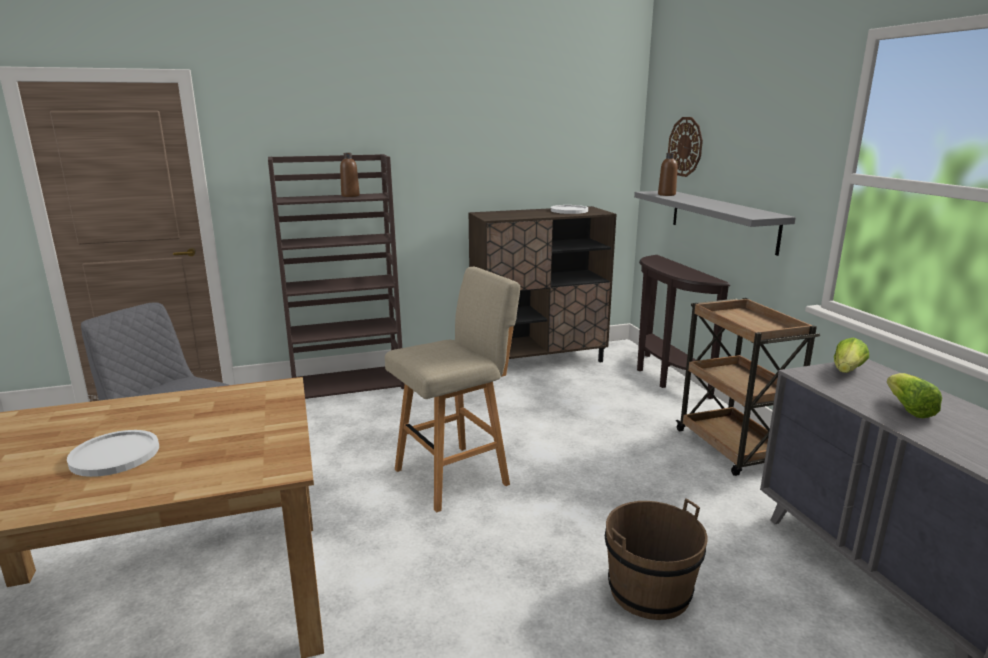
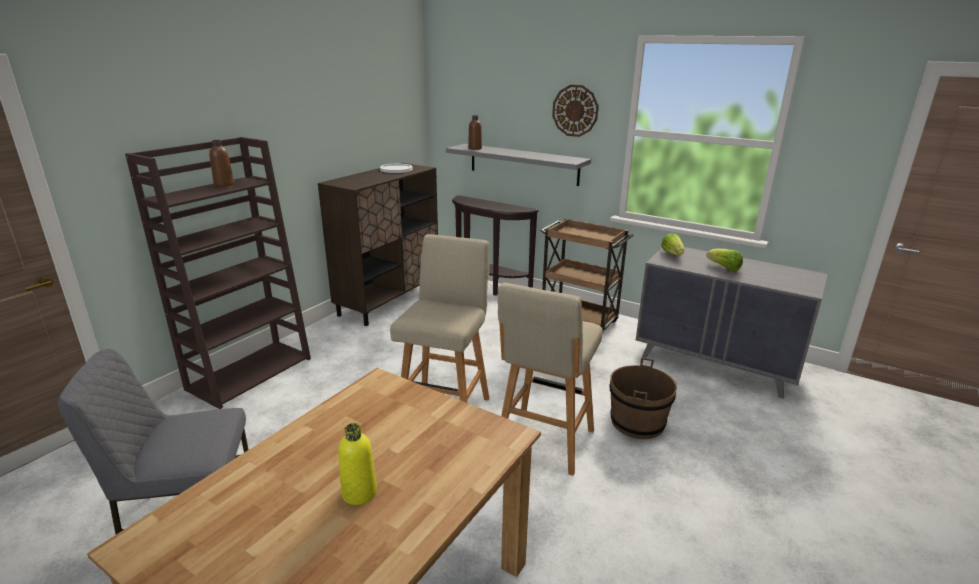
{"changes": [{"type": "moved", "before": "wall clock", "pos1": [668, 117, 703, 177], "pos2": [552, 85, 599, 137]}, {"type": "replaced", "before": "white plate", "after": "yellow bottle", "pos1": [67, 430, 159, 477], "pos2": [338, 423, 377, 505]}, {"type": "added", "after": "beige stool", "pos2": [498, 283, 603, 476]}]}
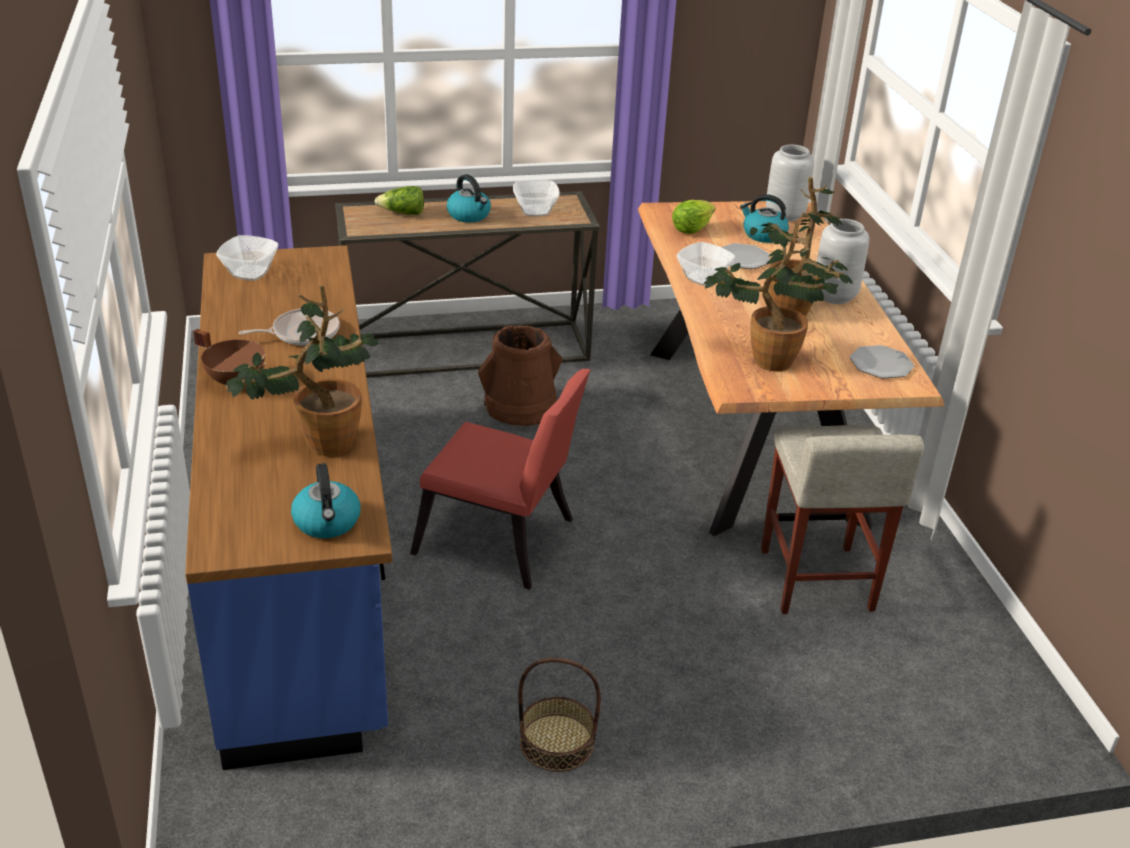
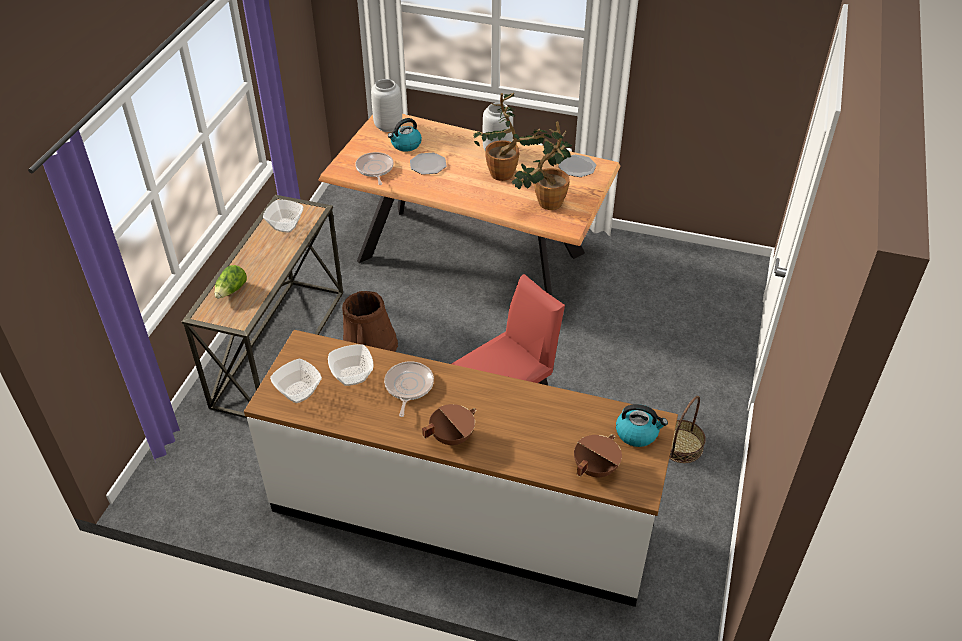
{"changes": [{"type": "removed", "before": "kettle", "pos1": [447, 174, 491, 222]}, {"type": "replaced", "before": "lettuce", "after": "frying pan", "pos1": [672, 200, 715, 234], "pos2": [355, 152, 394, 185]}, {"type": "moved", "before": "bowl", "pos1": [677, 242, 735, 286], "pos2": [328, 344, 374, 386]}, {"type": "recoloured", "before": "blue counter", "after": "white counter", "pos1": [185, 245, 392, 770], "pos2": [244, 330, 678, 607]}, {"type": "removed", "before": "potted plant", "pos1": [226, 285, 379, 456]}, {"type": "removed", "before": "beige stool", "pos1": [761, 425, 924, 614]}, {"type": "added", "after": "brown cooking pot", "pos2": [574, 434, 622, 477]}]}
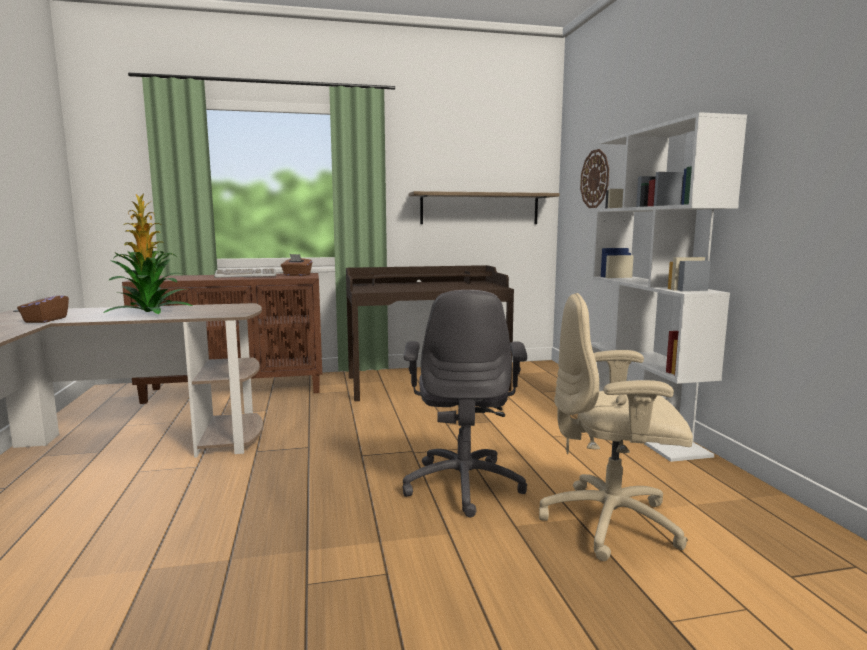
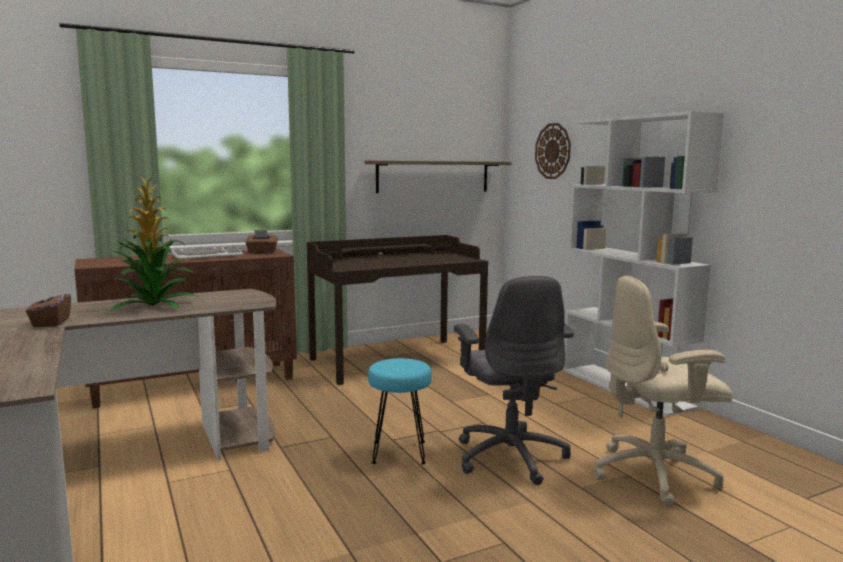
{"changes": [{"type": "added", "after": "turquoise stool", "pos2": [368, 358, 432, 464]}]}
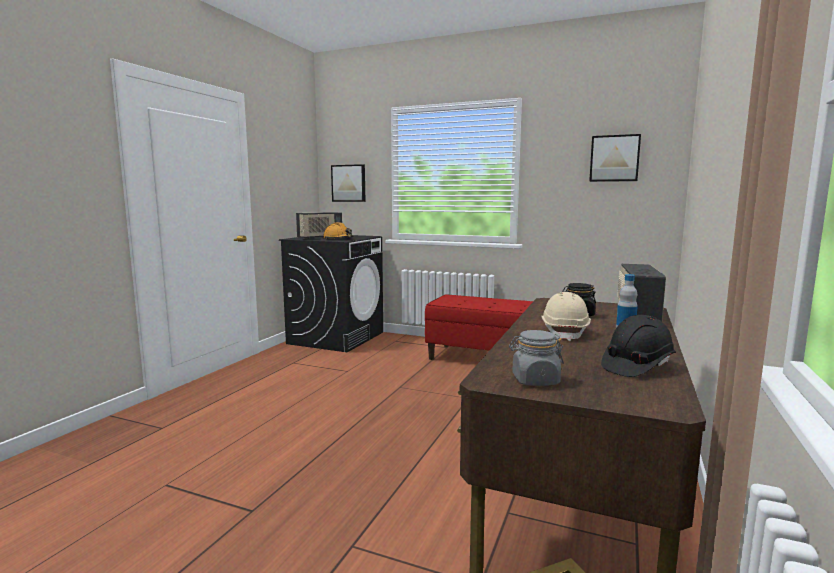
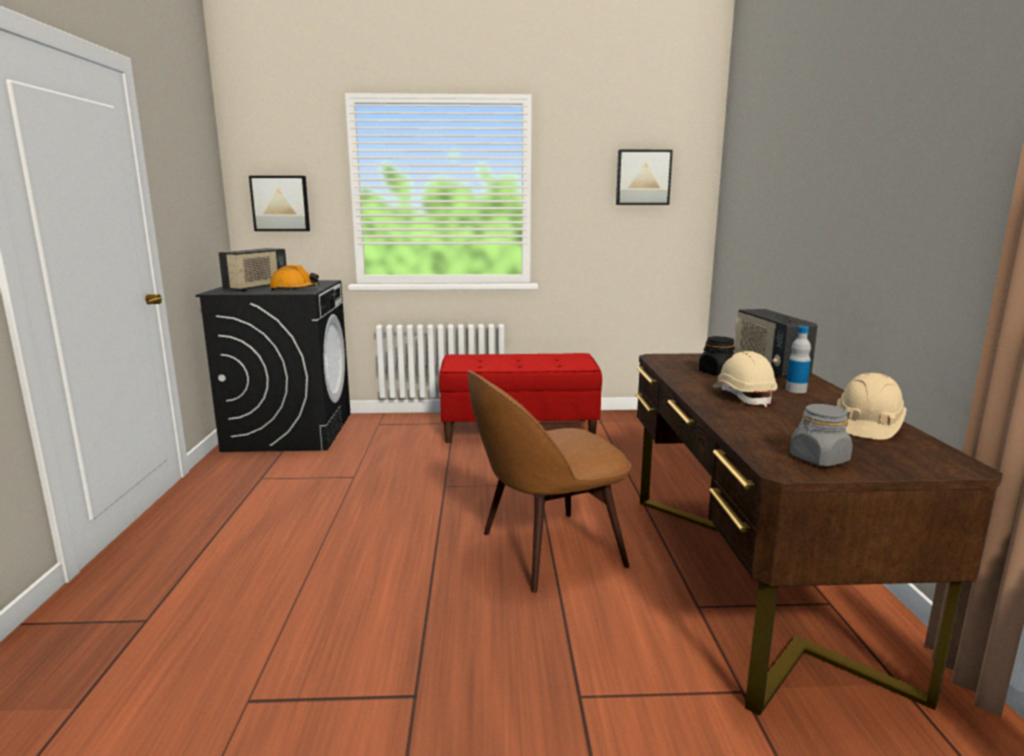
{"changes": [{"type": "recoloured", "before": "black hard hat", "after": "beige hard hat", "pos1": [601, 315, 676, 377], "pos2": [837, 373, 906, 440]}, {"type": "added", "after": "brown chair", "pos2": [467, 370, 631, 593]}]}
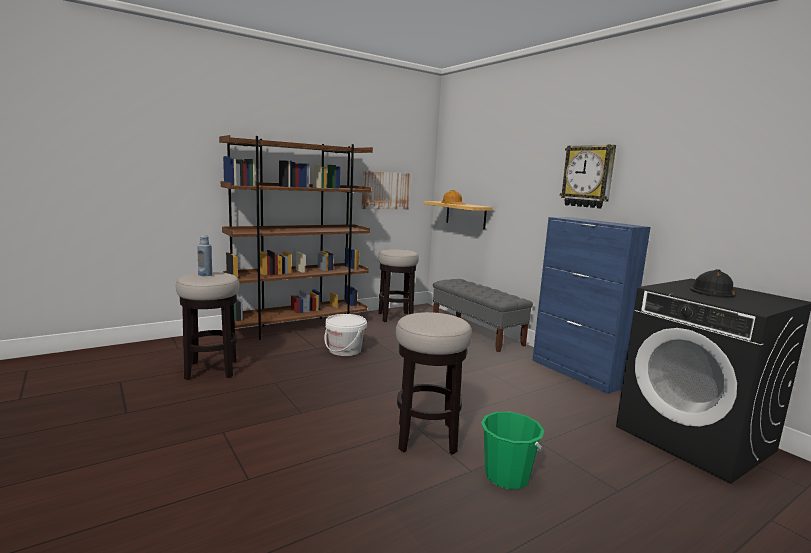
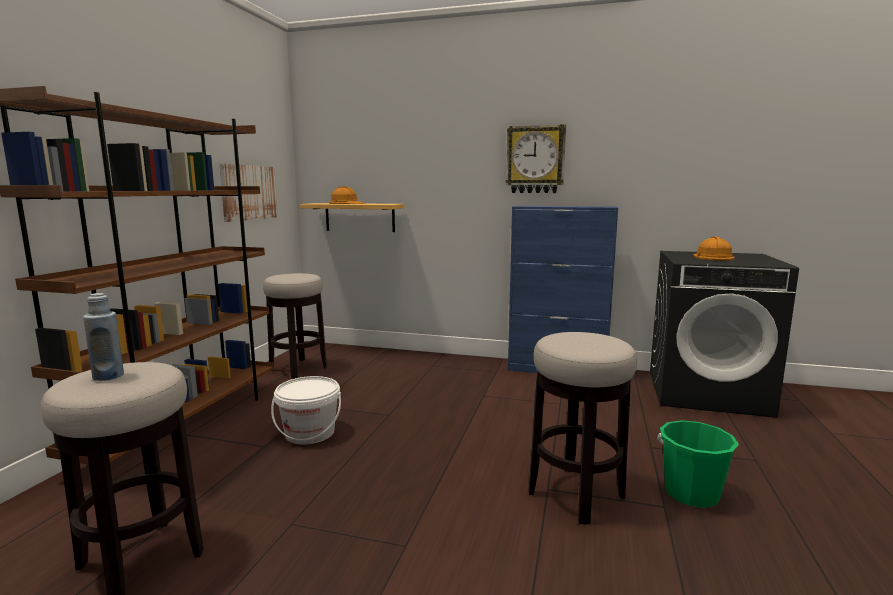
{"changes": [{"type": "recoloured", "before": "black hard hat", "after": "orange hard hat", "pos1": [690, 269, 736, 298], "pos2": [693, 236, 735, 261]}, {"type": "removed", "before": "grey bench", "pos1": [433, 279, 533, 352]}]}
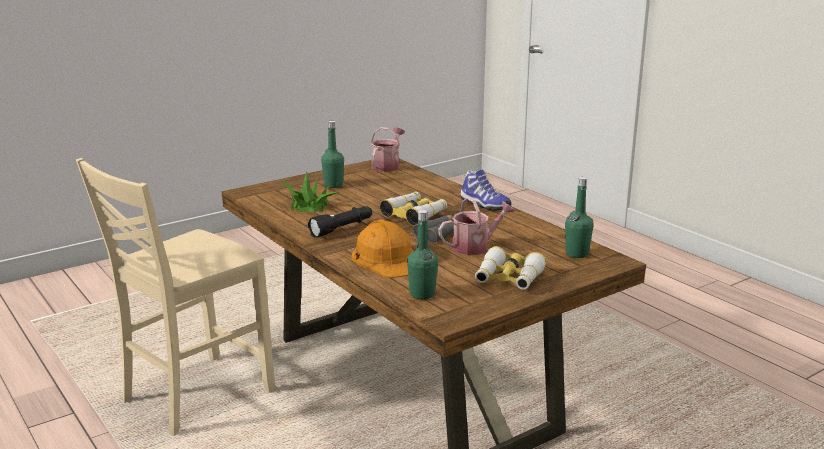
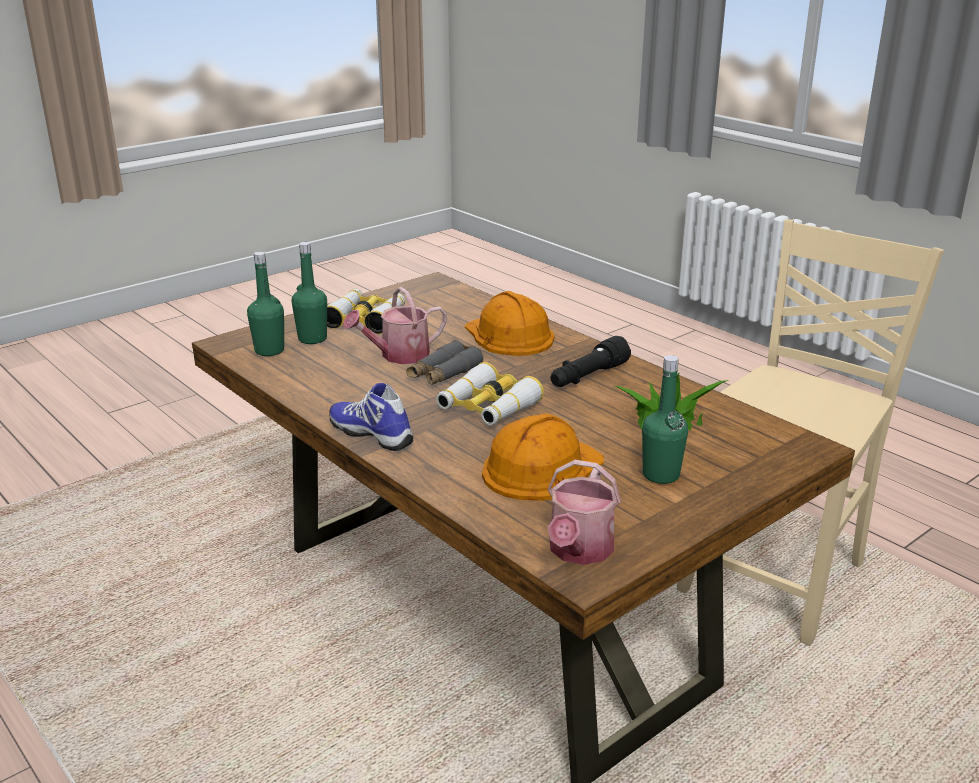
{"changes": [{"type": "moved", "before": "green bottle", "pos1": [407, 210, 438, 299], "pos2": [292, 242, 327, 344]}, {"type": "added", "after": "orange hard hat", "pos2": [482, 413, 604, 501]}]}
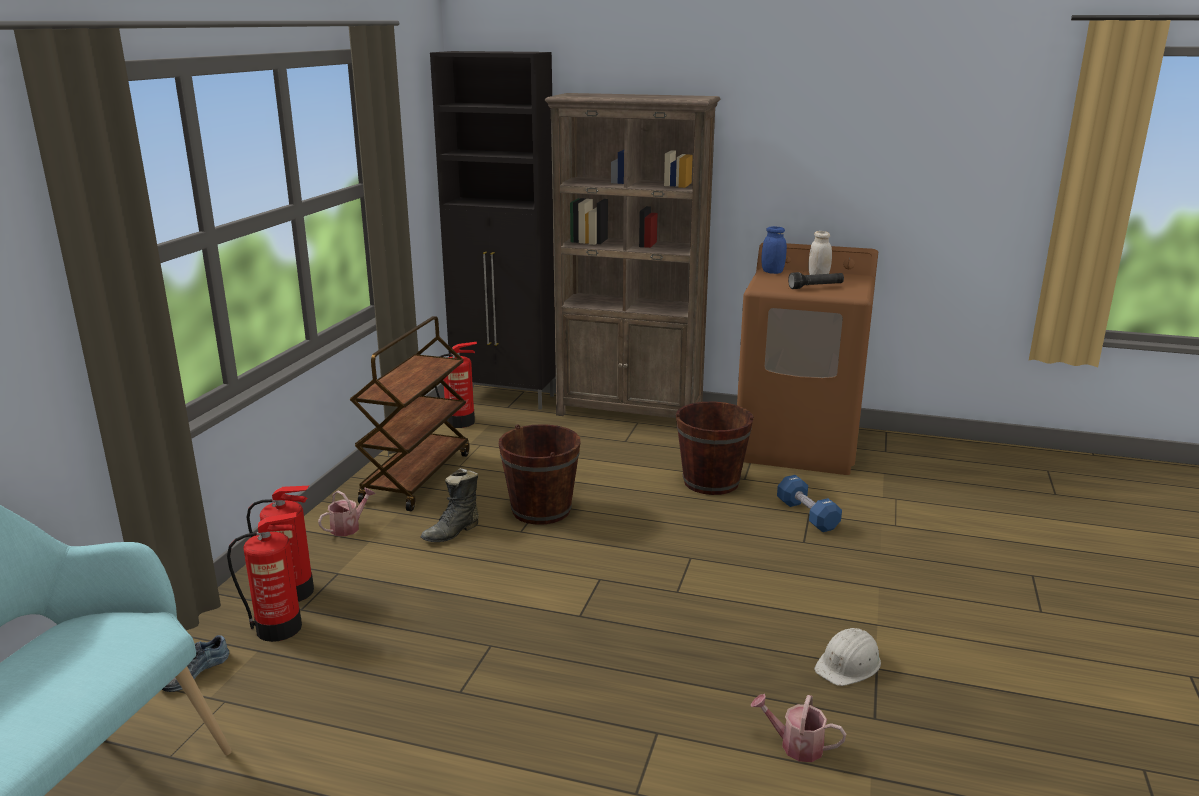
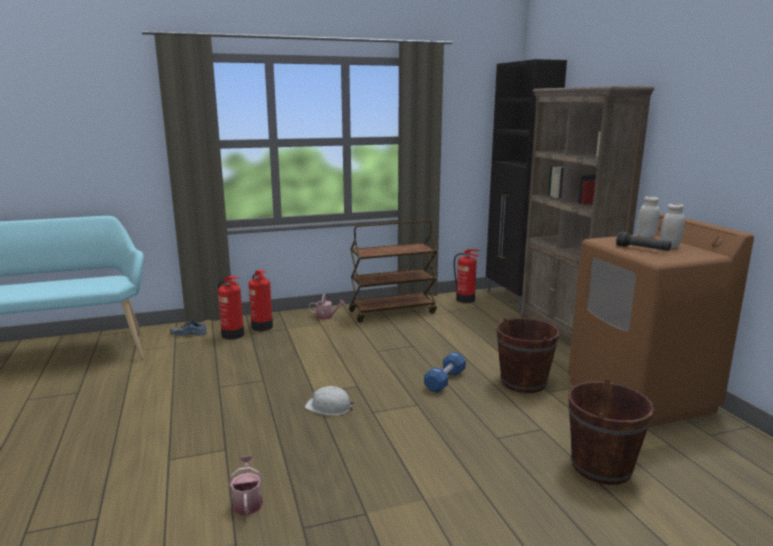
{"changes": [{"type": "recoloured", "before": "blue jar", "after": "white jar", "pos1": [761, 226, 787, 274], "pos2": [637, 196, 660, 238]}, {"type": "moved", "before": "brown bucket", "pos1": [499, 424, 581, 525], "pos2": [568, 379, 654, 485]}, {"type": "removed", "before": "black boot", "pos1": [420, 468, 479, 542]}, {"type": "moved", "before": "blue dumbbell", "pos1": [777, 475, 842, 532], "pos2": [424, 352, 466, 393]}, {"type": "moved", "before": "white hard hat", "pos1": [814, 628, 881, 686], "pos2": [305, 386, 355, 416]}]}
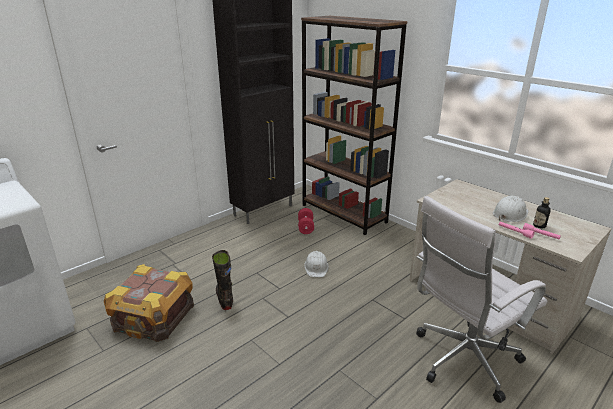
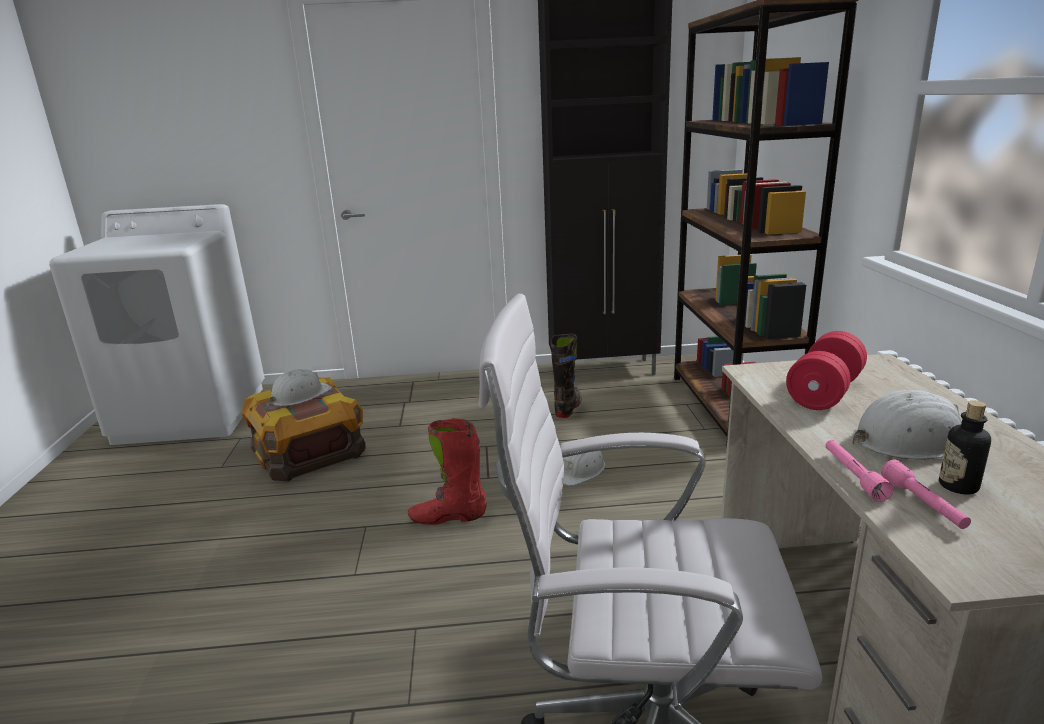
{"changes": [{"type": "moved", "before": "red dumbbell", "pos1": [298, 208, 314, 234], "pos2": [786, 331, 867, 410]}, {"type": "moved", "before": "black boot", "pos1": [212, 250, 233, 310], "pos2": [551, 334, 582, 418]}, {"type": "added", "after": "white hard hat", "pos2": [269, 369, 332, 406]}, {"type": "added", "after": "red boot", "pos2": [408, 418, 487, 525]}]}
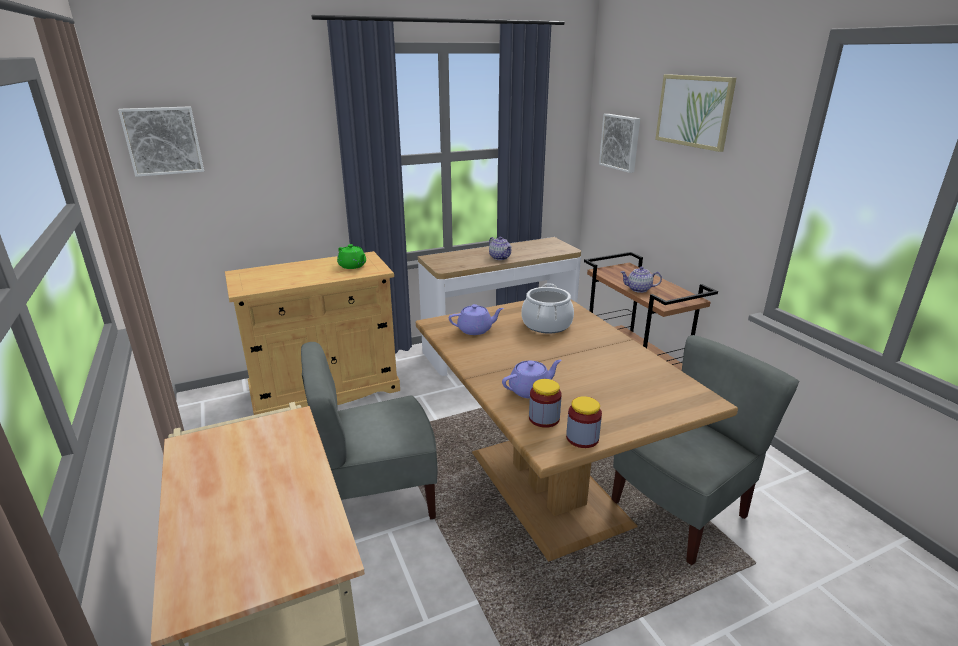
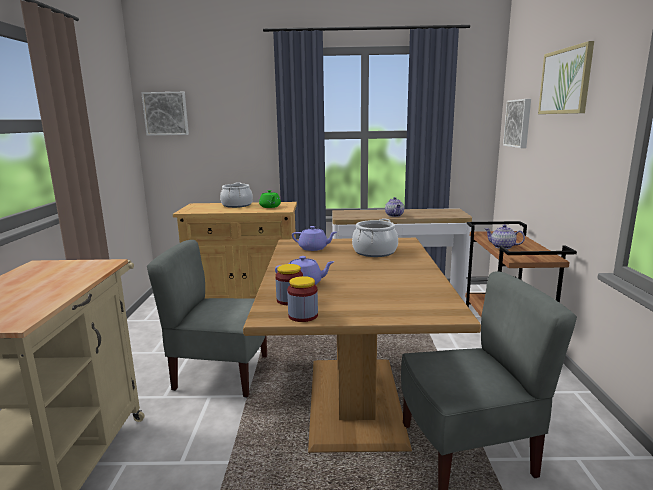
{"changes": [{"type": "added", "after": "cooking pot", "pos2": [220, 182, 253, 208]}]}
